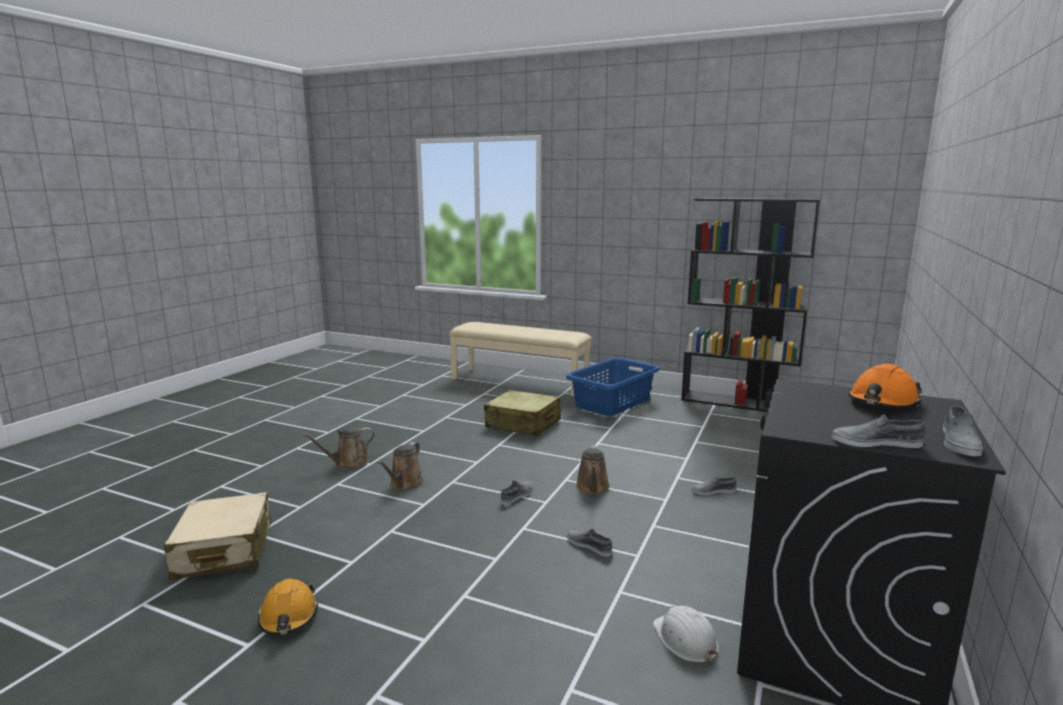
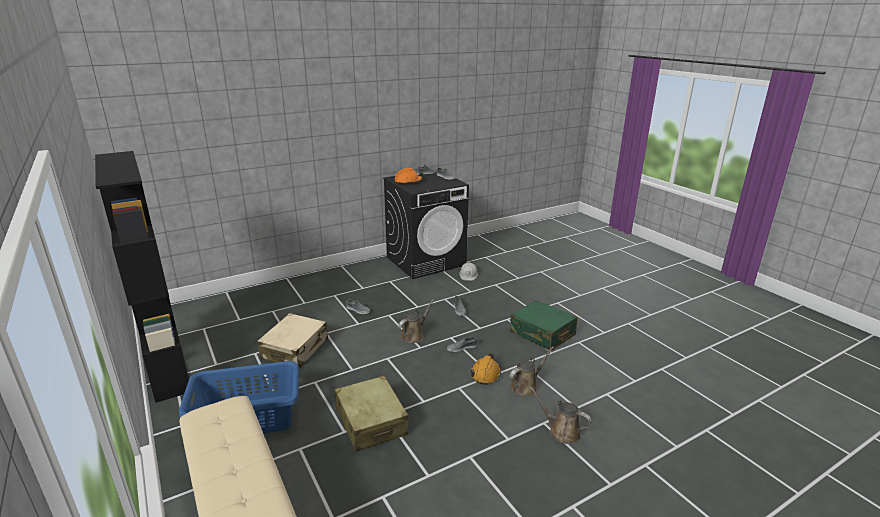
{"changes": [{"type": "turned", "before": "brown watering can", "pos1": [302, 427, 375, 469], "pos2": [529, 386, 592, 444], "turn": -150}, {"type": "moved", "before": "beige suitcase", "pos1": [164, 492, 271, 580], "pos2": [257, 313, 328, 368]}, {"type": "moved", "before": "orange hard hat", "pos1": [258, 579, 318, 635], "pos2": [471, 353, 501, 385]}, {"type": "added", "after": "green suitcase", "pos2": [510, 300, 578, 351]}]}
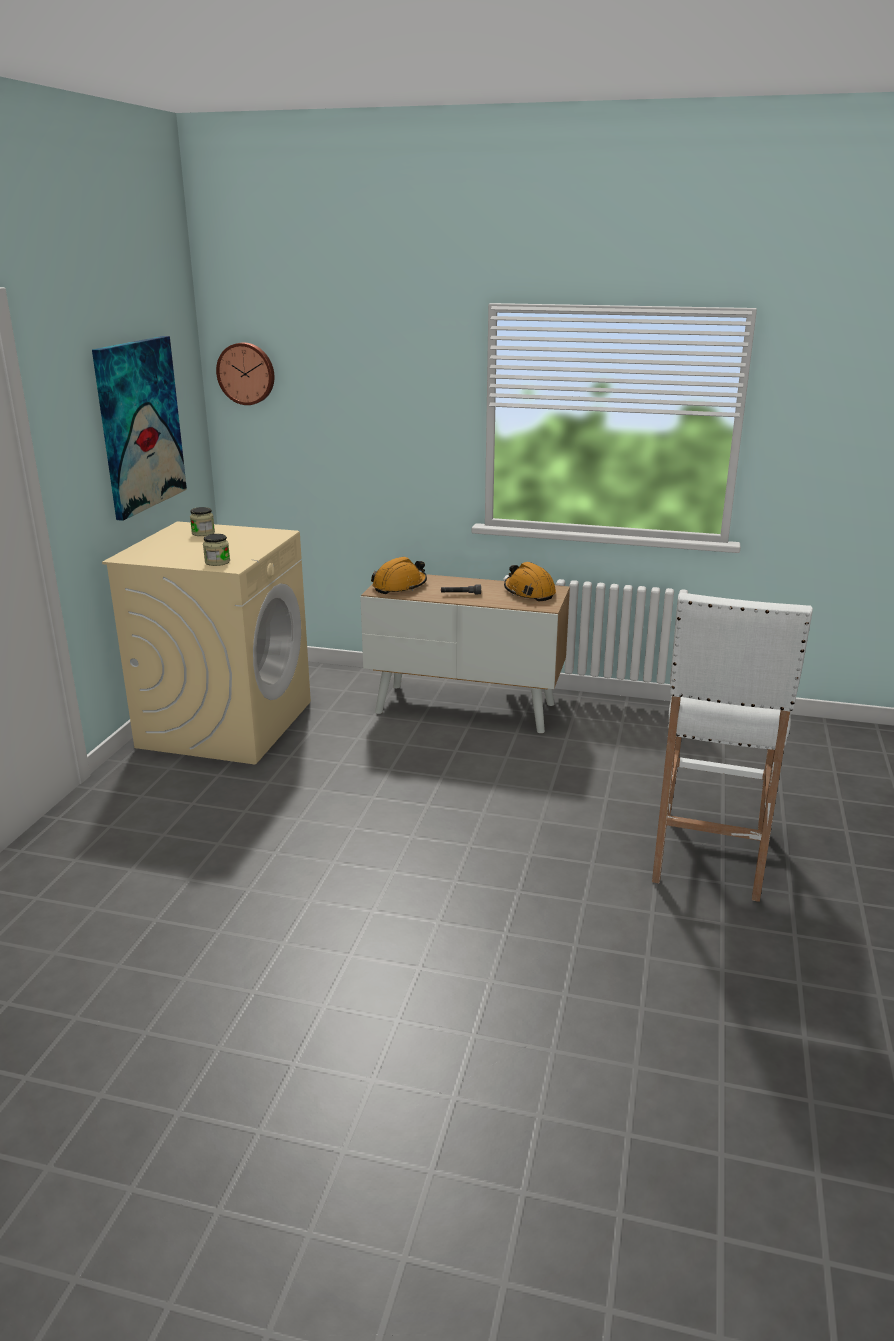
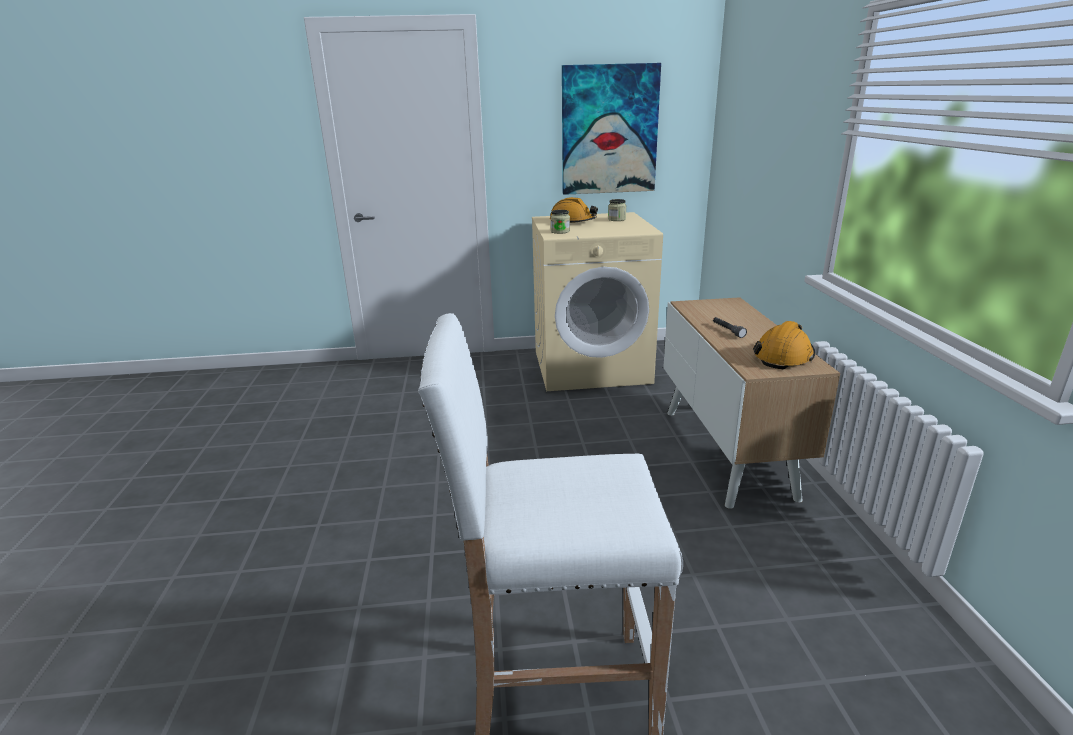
{"changes": [{"type": "removed", "before": "wall clock", "pos1": [216, 343, 274, 405]}, {"type": "moved", "before": "orange hard hat", "pos1": [371, 557, 427, 594], "pos2": [550, 197, 598, 223]}]}
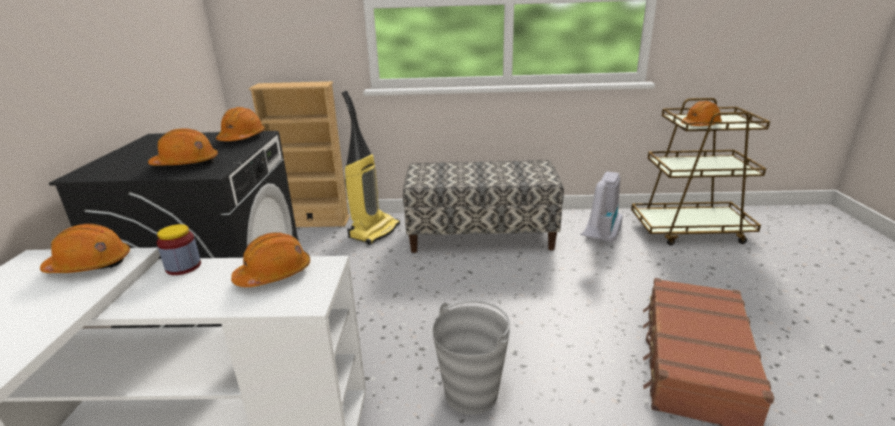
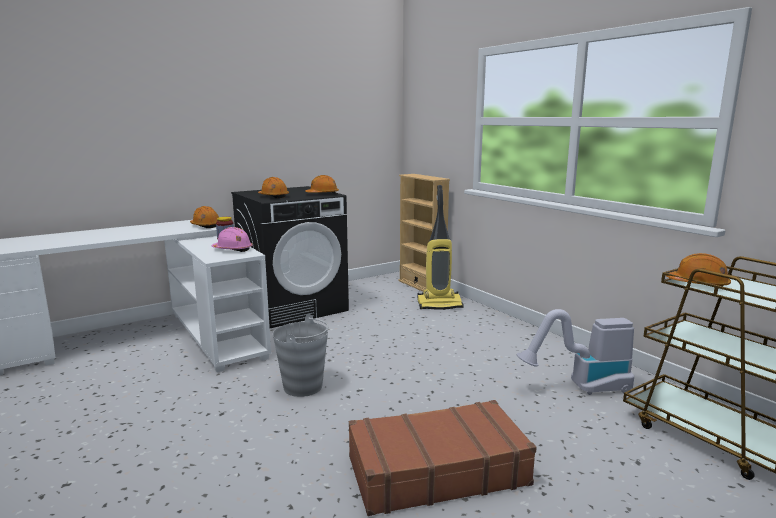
{"changes": [{"type": "removed", "before": "bench", "pos1": [403, 160, 564, 253]}, {"type": "recoloured", "before": "orange hard hat", "after": "pink hard hat", "pos1": [231, 232, 310, 287], "pos2": [212, 227, 253, 252]}]}
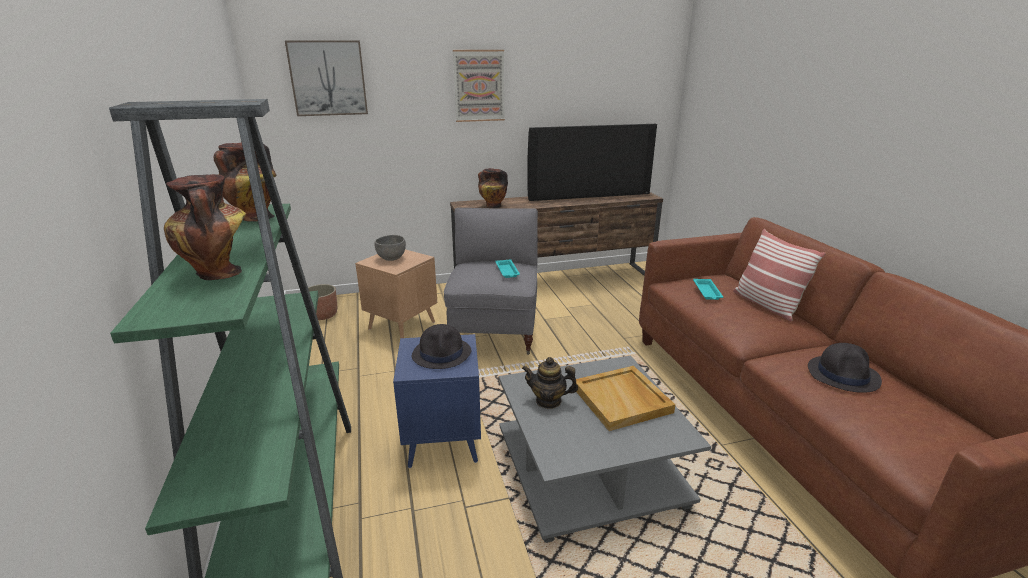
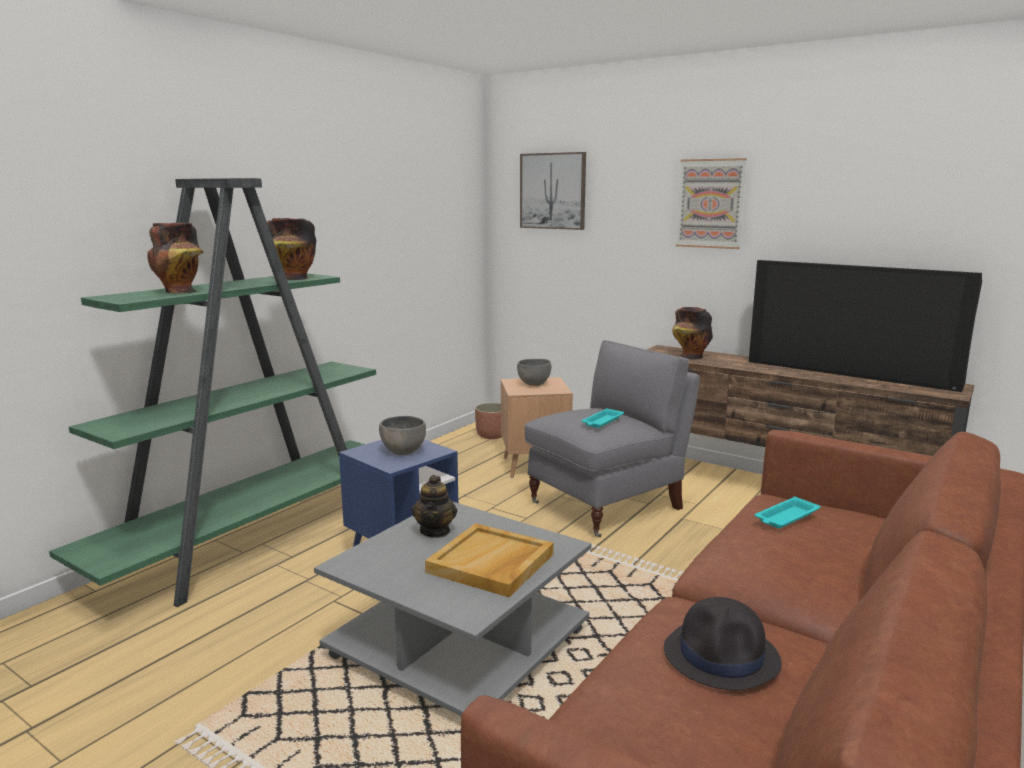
{"changes": [{"type": "removed", "before": "pillow", "pos1": [733, 229, 826, 321]}, {"type": "replaced", "before": "black hat", "after": "grey bowl", "pos1": [412, 324, 471, 369], "pos2": [379, 416, 426, 455]}, {"type": "turned", "before": "teapot", "pos1": [522, 357, 578, 409], "pos2": [411, 475, 457, 538], "turn": -150}]}
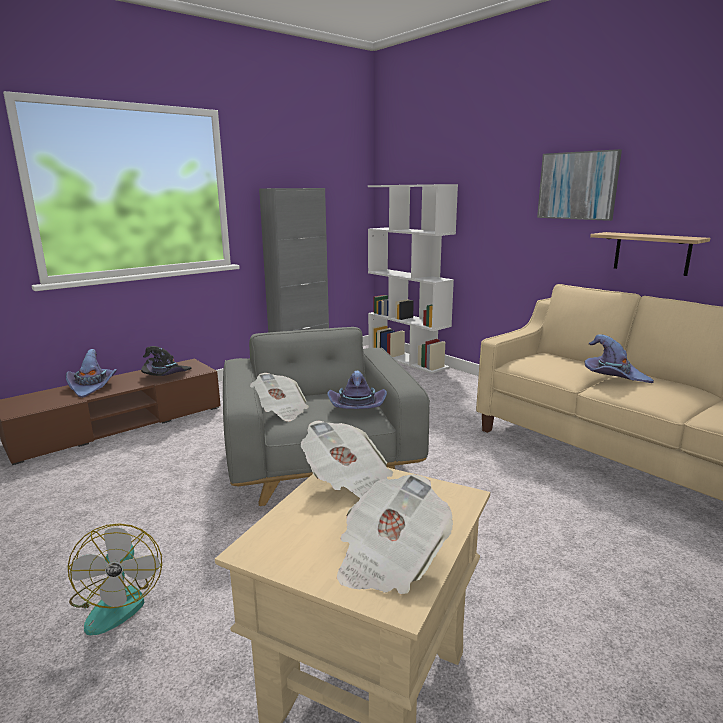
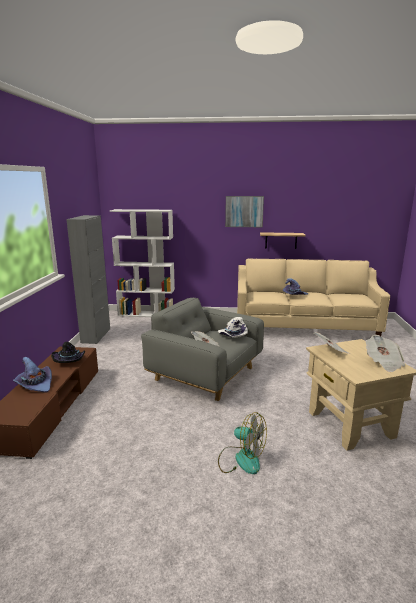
{"changes": [{"type": "recoloured", "before": "purple hat", "after": "white hat", "pos1": [327, 371, 387, 409], "pos2": [218, 317, 248, 338]}]}
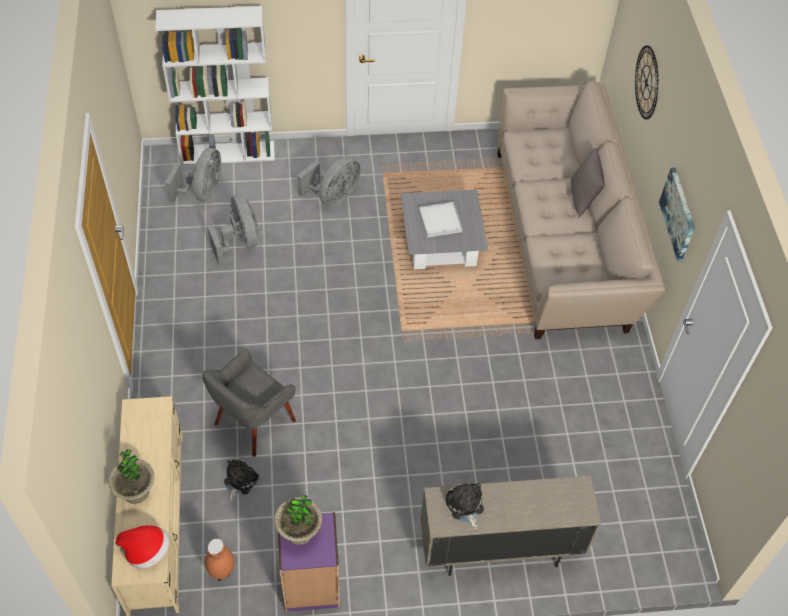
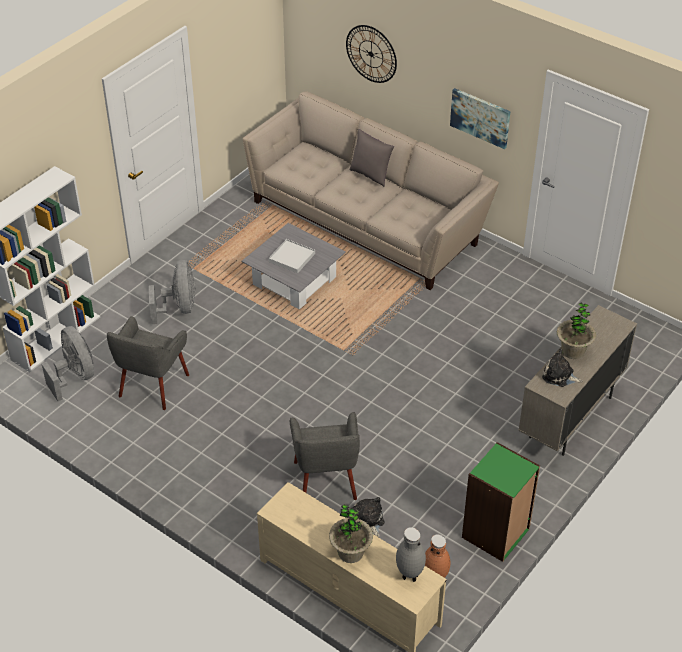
{"changes": [{"type": "replaced", "before": "grey fan", "after": "grey armchair", "pos1": [208, 194, 258, 266], "pos2": [107, 316, 189, 410]}, {"type": "moved", "before": "potted plant", "pos1": [274, 495, 322, 545], "pos2": [557, 303, 596, 359]}, {"type": "recoloured", "before": "purple bookcase", "after": "green bookcase", "pos1": [278, 512, 340, 612], "pos2": [462, 442, 540, 562]}, {"type": "replaced", "before": "hat", "after": "grey vase", "pos1": [115, 526, 169, 569], "pos2": [396, 527, 426, 582]}]}
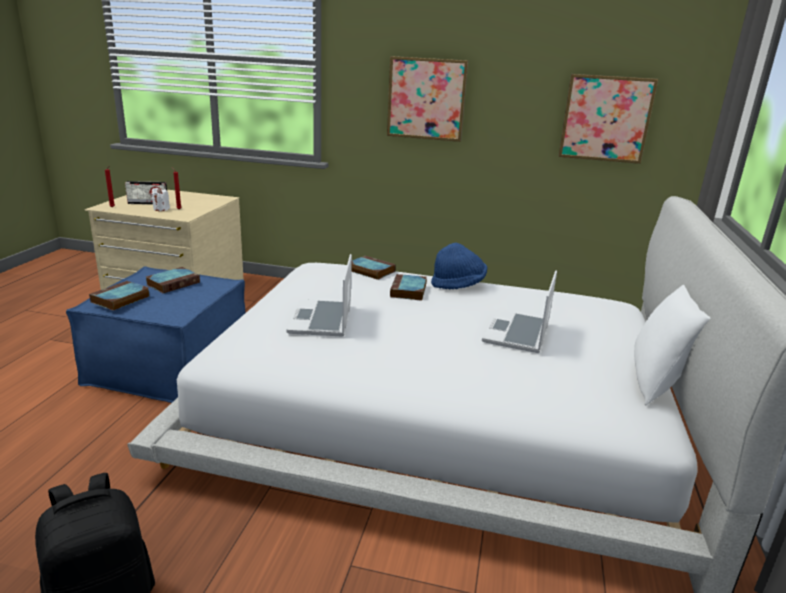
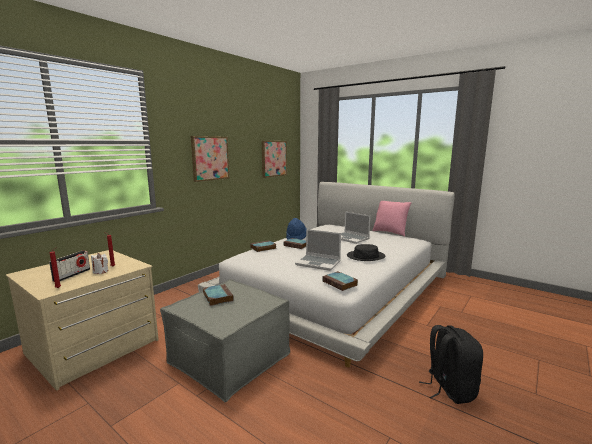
{"changes": [{"type": "recoloured", "before": "blue ottoman", "after": "grey ottoman", "pos1": [66, 266, 246, 403], "pos2": [160, 279, 290, 402]}, {"type": "moved", "before": "book", "pos1": [89, 281, 149, 311], "pos2": [322, 271, 358, 291]}, {"type": "recoloured", "before": "white pillow", "after": "pink pillow", "pos1": [634, 285, 710, 406], "pos2": [372, 201, 412, 237]}, {"type": "added", "after": "black hat", "pos2": [347, 244, 386, 261]}]}
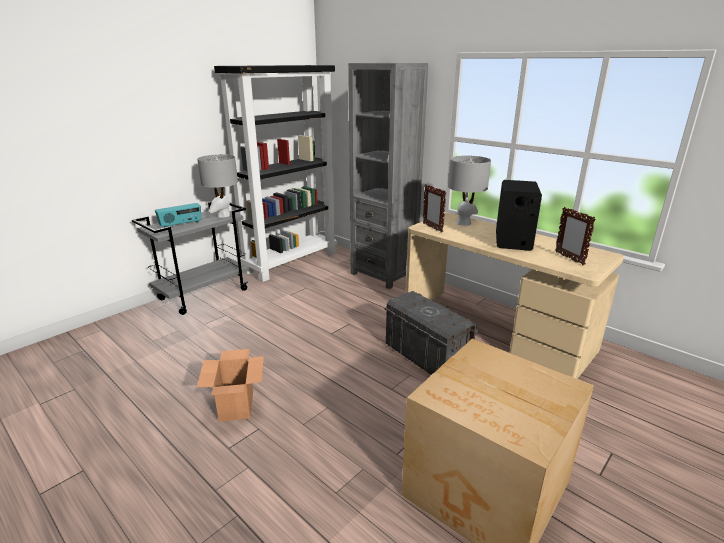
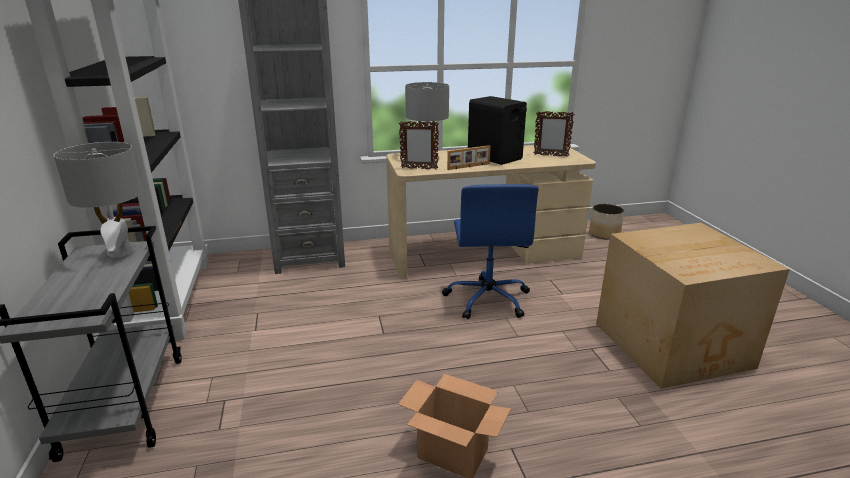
{"changes": [{"type": "removed", "before": "radio", "pos1": [155, 203, 201, 228]}, {"type": "replaced", "before": "grey storage box", "after": "blue office chair", "pos1": [384, 291, 478, 375], "pos2": [442, 184, 538, 319]}, {"type": "added", "after": "picture frame", "pos2": [447, 145, 491, 170]}, {"type": "added", "after": "planter", "pos2": [589, 204, 624, 240]}]}
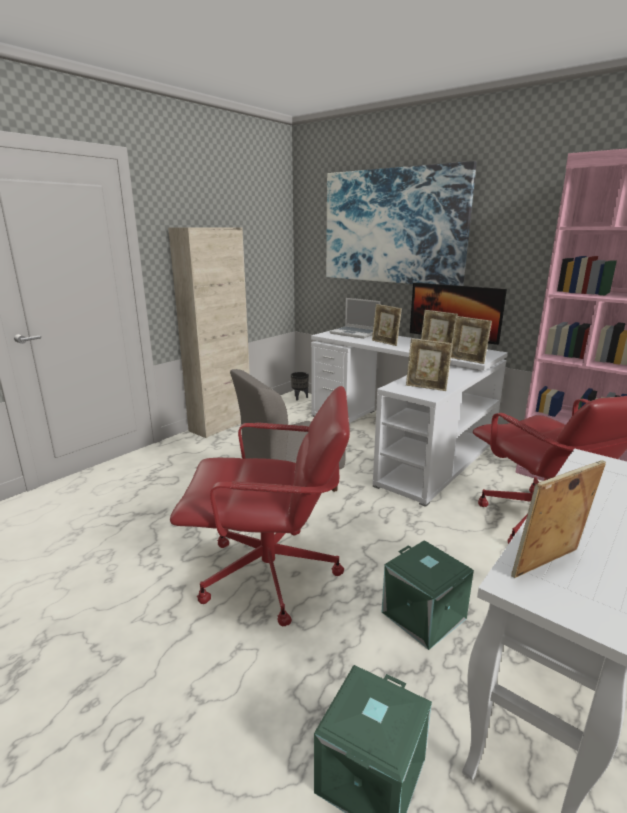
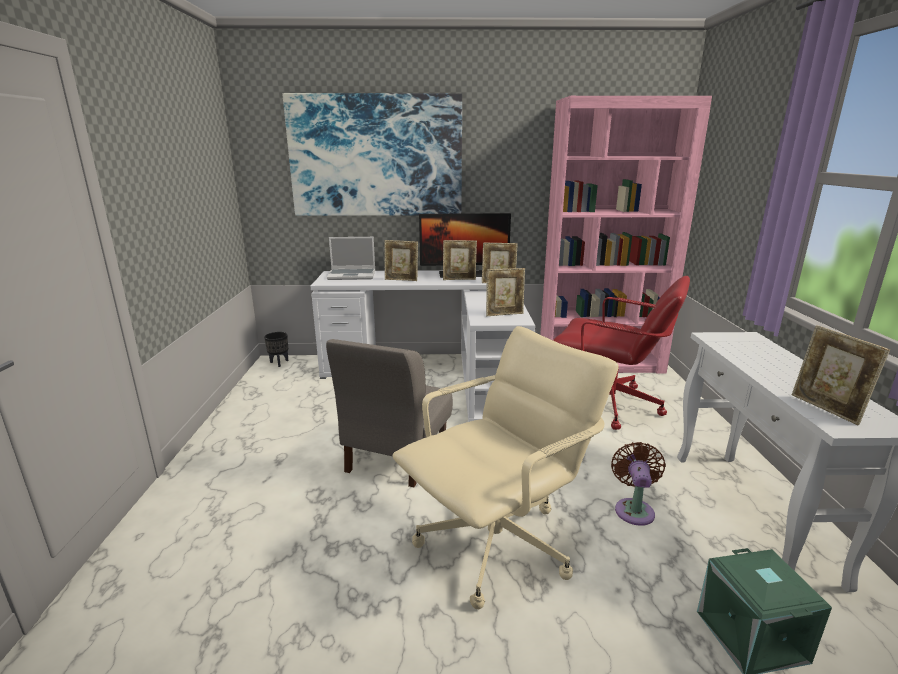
{"changes": [{"type": "removed", "before": "beige cabinet", "pos1": [168, 227, 250, 438]}, {"type": "recoloured", "before": "red office chair", "after": "beige office chair", "pos1": [170, 386, 350, 626], "pos2": [392, 326, 619, 609]}, {"type": "turned", "before": "picture frame", "pos1": [511, 460, 606, 578], "pos2": [792, 325, 890, 425], "turn": -45}, {"type": "replaced", "before": "green storage box", "after": "brown fan", "pos1": [382, 540, 474, 650], "pos2": [611, 442, 666, 526]}]}
